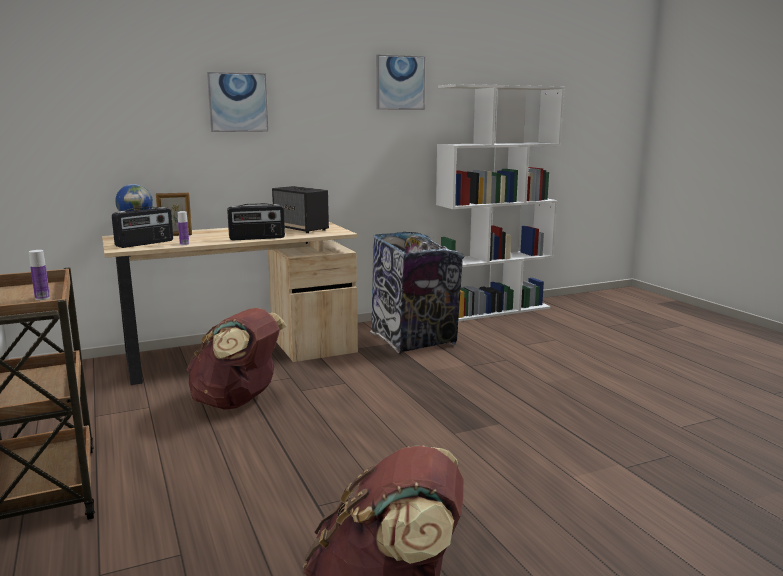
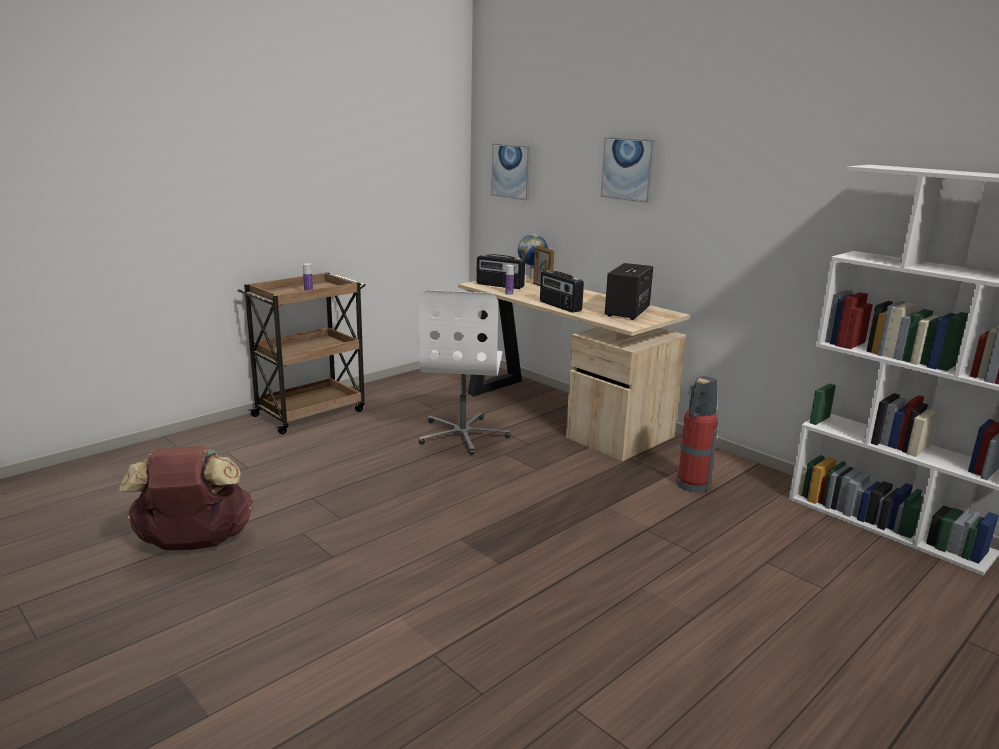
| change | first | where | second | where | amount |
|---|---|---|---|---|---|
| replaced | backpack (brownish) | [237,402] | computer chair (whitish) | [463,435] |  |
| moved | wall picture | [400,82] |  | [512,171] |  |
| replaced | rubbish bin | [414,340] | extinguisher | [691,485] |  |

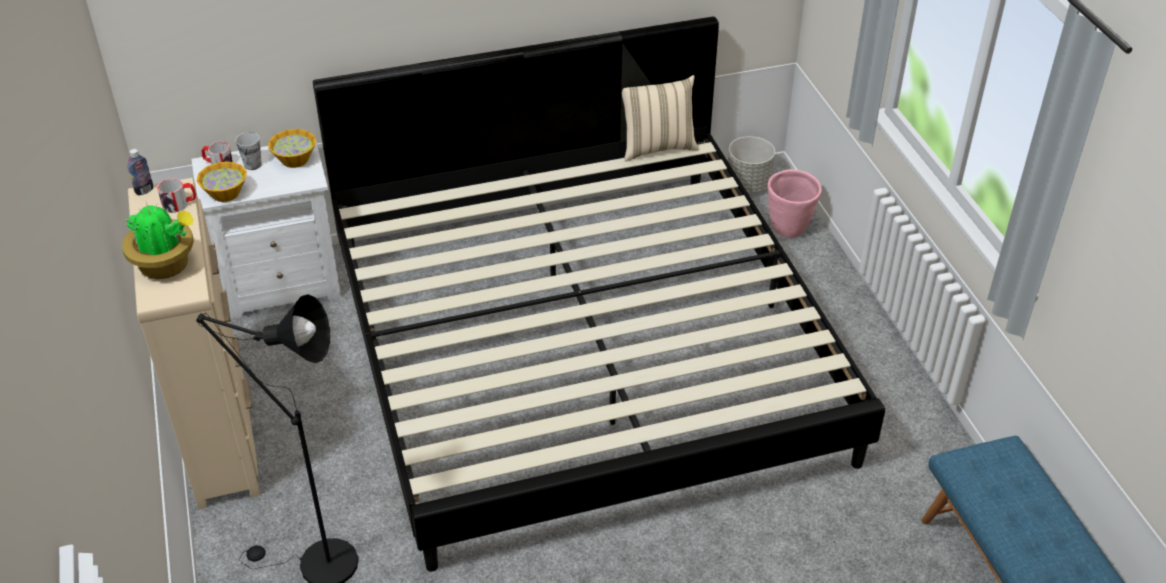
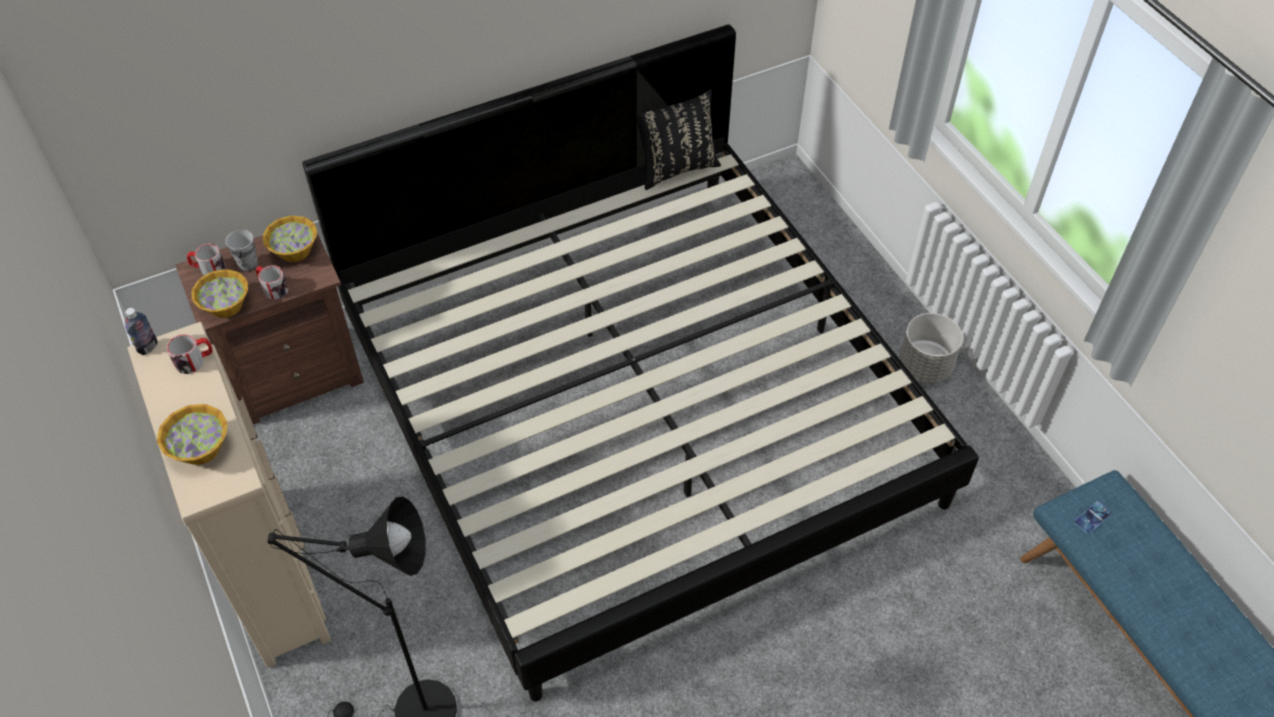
| change | first | where | second | where | amount |
|---|---|---|---|---|---|
| replaced | potted plant | [166,266] | deep dish | [201,448] |  |
| recoloured | night table (whitish) | [282,284] | night table (brownish) | [295,374] |  |
| added |  |  | coffee mug | [272,288] |  |
| recoloured | pillow (beige) | [657,147] | pillow (blackish) | [676,168] |  |
| moved | plant pot (grey) | [748,184] |  | [925,366] |  |
| added |  |  | handset | [1092,518] |  |
| removed | plant pot (pink-coloured) | [789,229] |  |  |  |

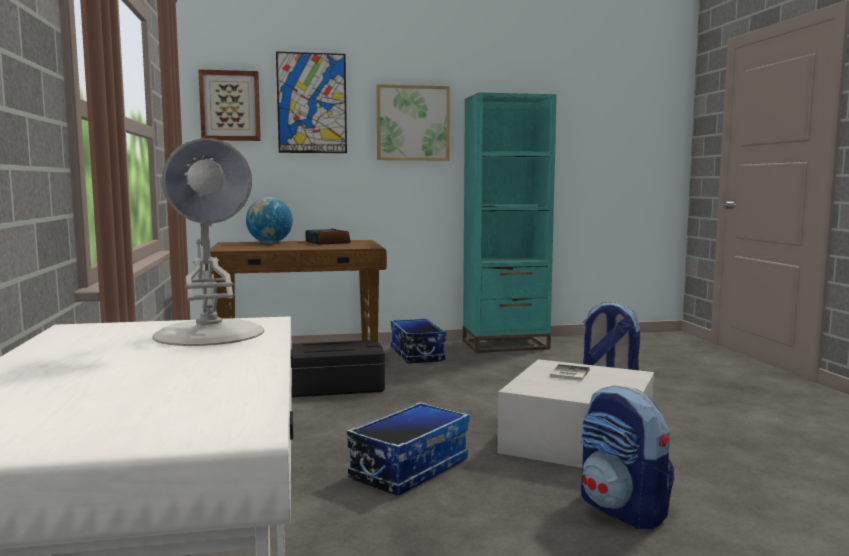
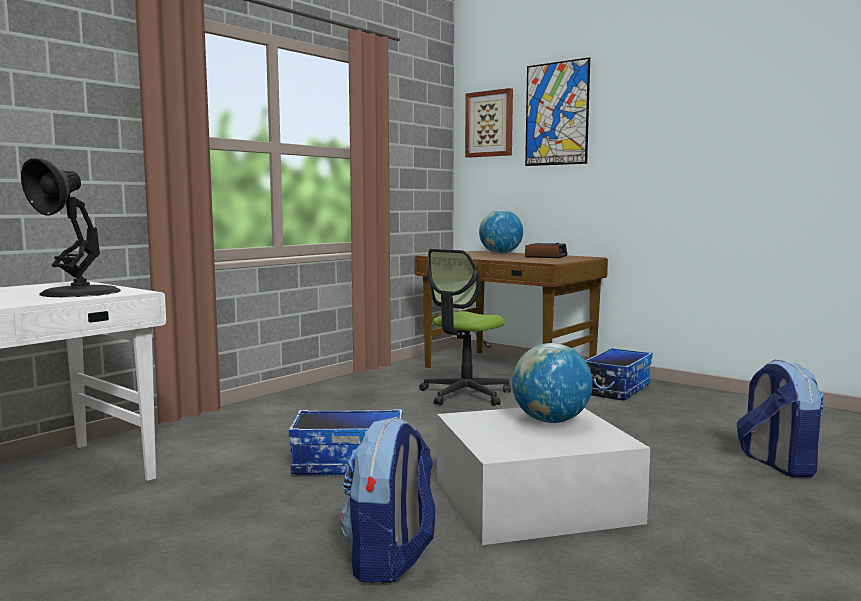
| change | first | where | second | where | amount |
|---|---|---|---|---|---|
| recoloured | lamp for a table (whitish) | [210,334] | lamp for a table (blackish) | [79,292] |  |
| replaced | storage bin (blackish) | [328,388] | computer chair | [465,395] |  |
| replaced | volume | [568,373] | globe | [550,421] |  |
| removed | wall picture | [412,123] |  |  |  |
| removed | shelving unit (turquoise-coloured) | [505,345] |  |  |  |

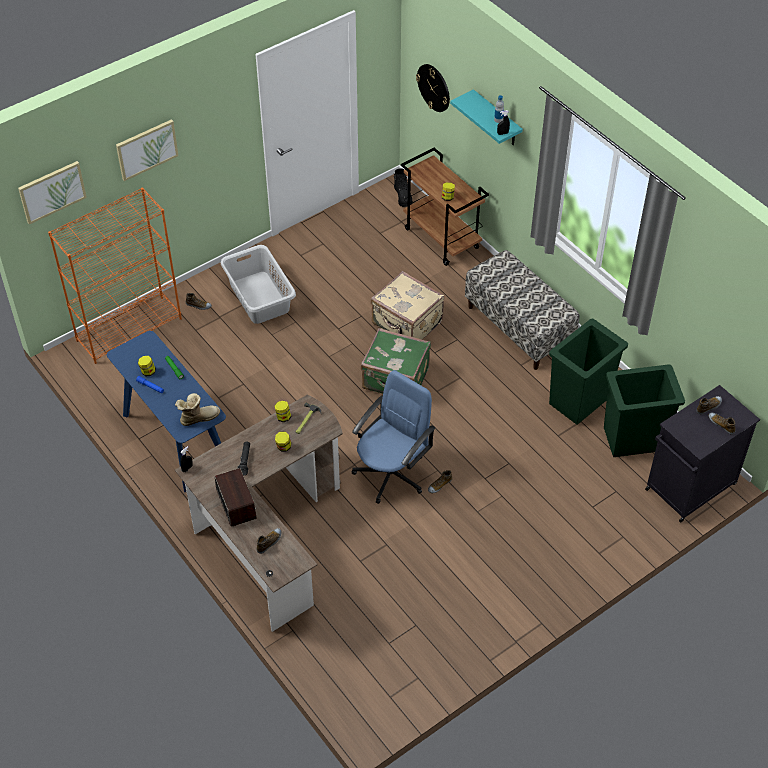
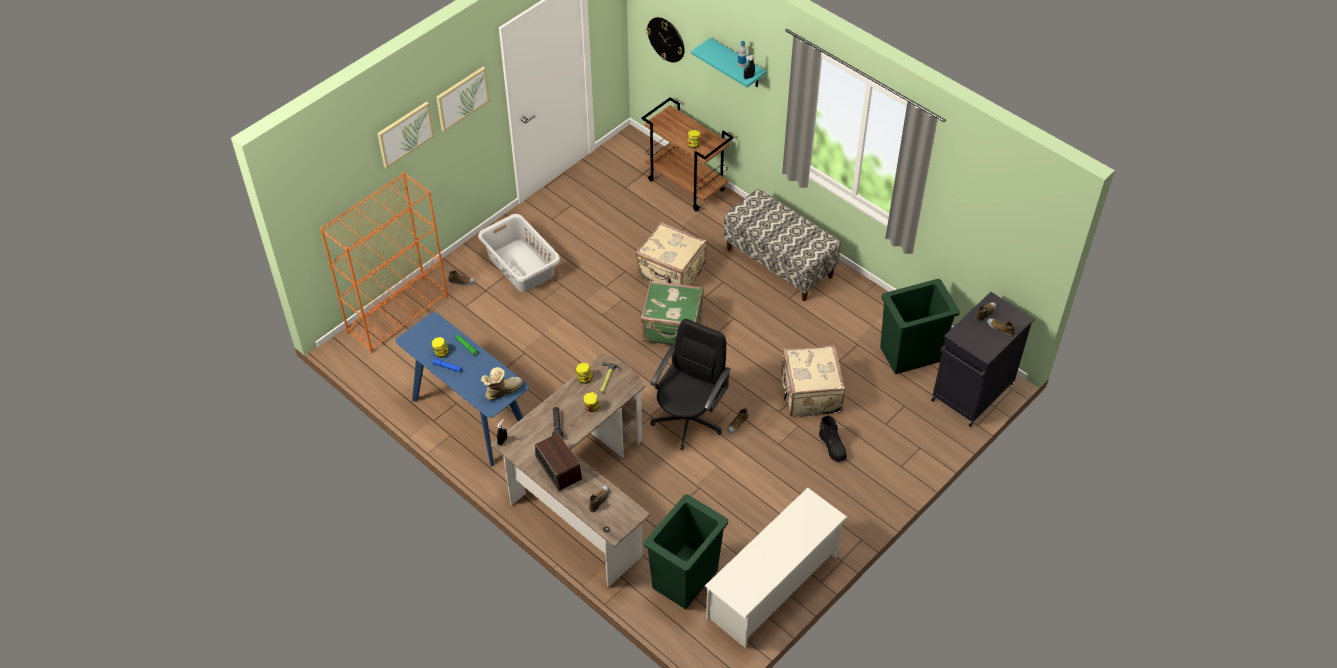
| change | first | where | second | where | amount |
|---|---|---|---|---|---|
| moved | wall picture | [52,191] |  | [462,98] |  |
| moved | rubbish bin (green) | [580,400] |  | [686,579] |  |
| recoloured | computer chair (blue-coloured) | [391,473] | computer chair (blackish) | [689,419] |  |
| added |  |  | shoe rack (whitish) | [773,586] |  |
| added |  |  | piece of luggage (beige) | [809,394] |  |
| moved | boot (blackish) | [403,197] |  | [832,447] |  |

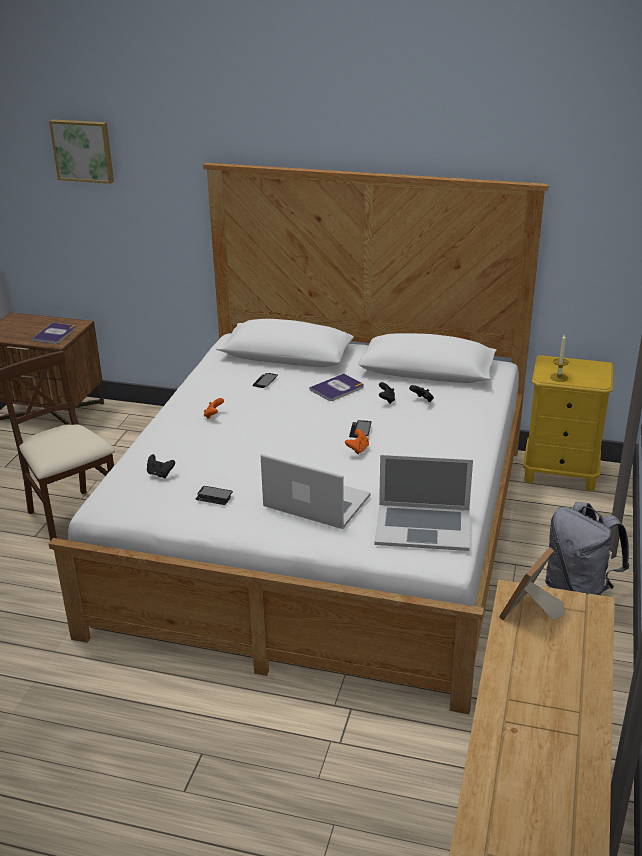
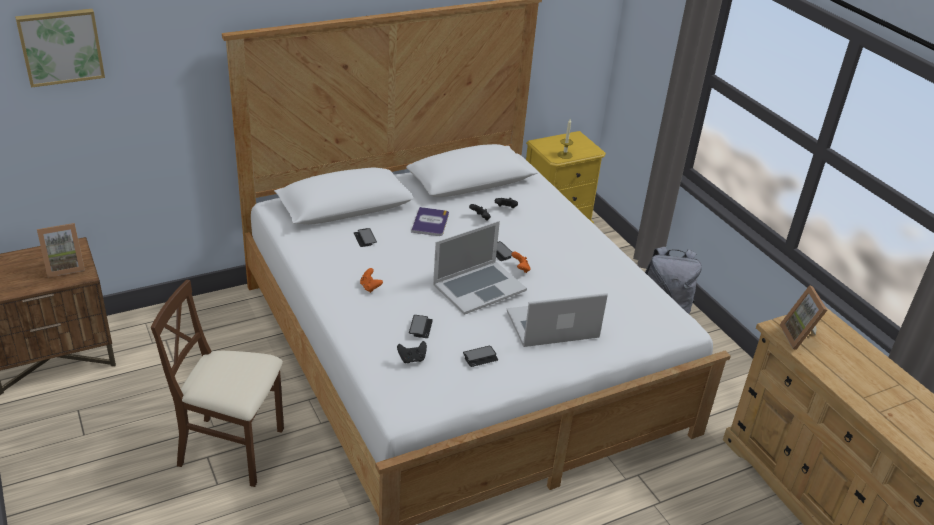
| change | first | where | second | where | amount |
|---|---|---|---|---|---|
| replaced | volume | [55,334] | picture frame | [64,266] |  |
| added |  |  | handset | [420,327] |  |
| moved | laptop | [423,527] |  | [479,287] |  |

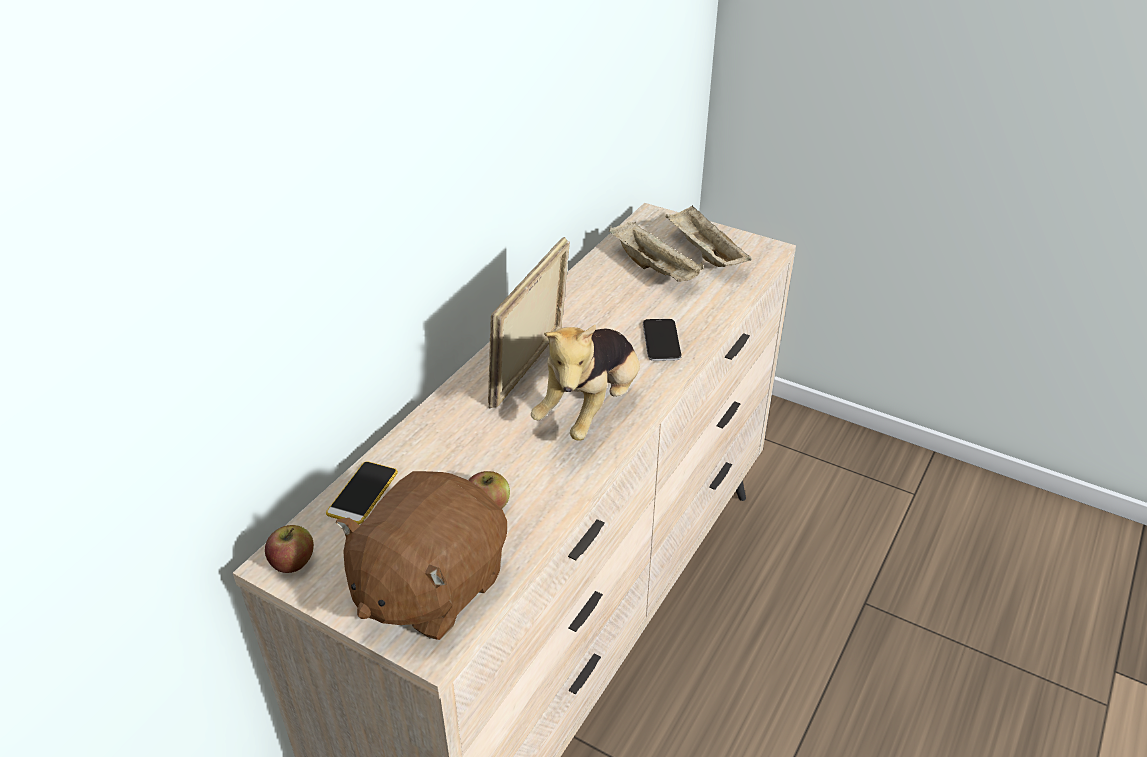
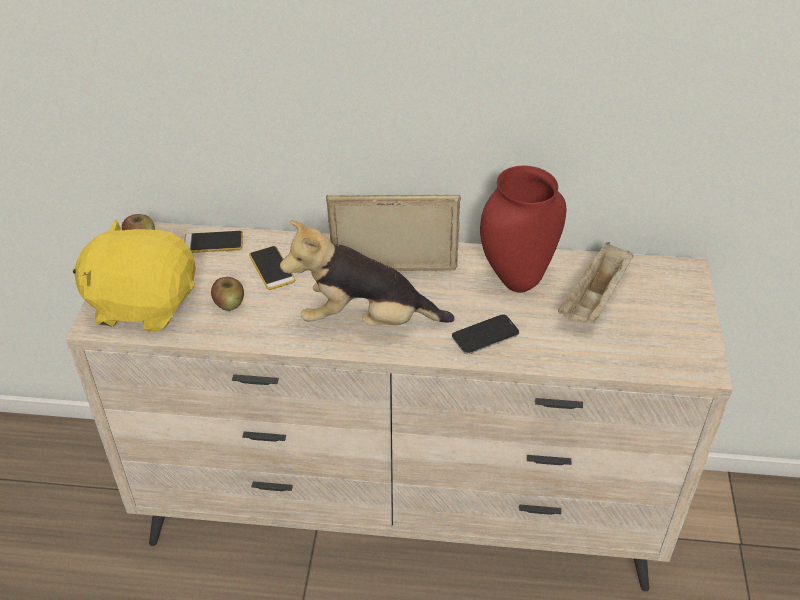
| change | first | where | second | where | amount |
|---|---|---|---|---|---|
| recoloured | plush toy (brownish) | [429,586] | plush toy (yellow-coloured) | [143,304] |  |
| added |  |  | handset | [272,268] |  |
| added |  |  | flower vase (red) | [515,280] |  |
| removed | serving tray (beige) | [704,253] |  |  |  |

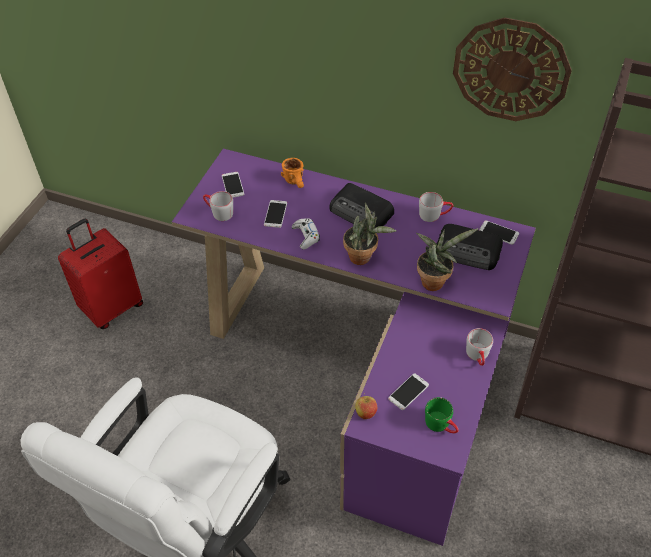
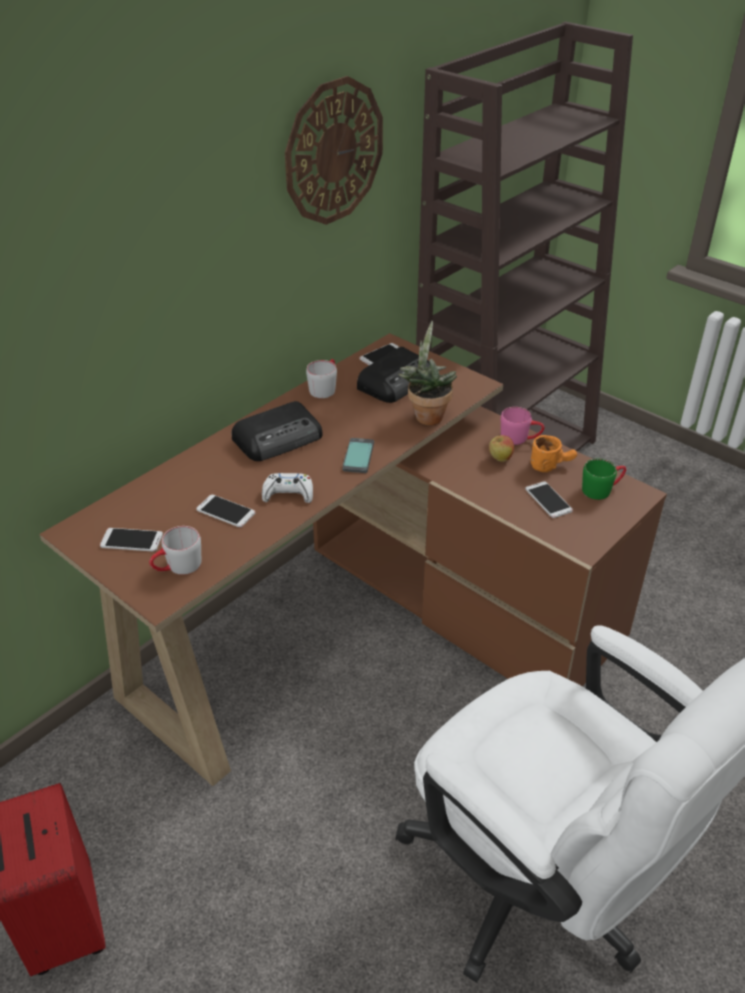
| change | first | where | second | where | amount |
|---|---|---|---|---|---|
| recoloured | desk (purple) | [367,368] | desk (brownish) | [368,626] |  |
| replaced | potted plant | [363,257] | handset | [358,456] |  |
| moved | whole apple | [365,413] |  | [500,459] |  |
| recoloured | coffee mug (grey) | [478,356] | coffee mug (pink-coloured) | [520,438] |  |
| moved | coffee mug (orange-coloured) | [296,183] |  | [551,465] |  |

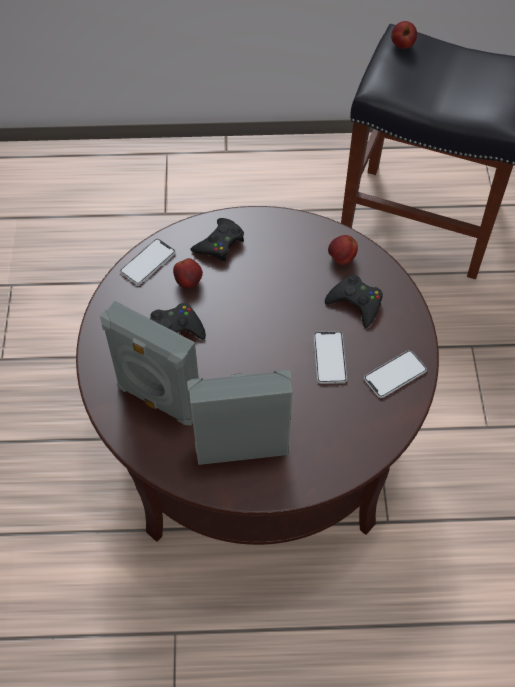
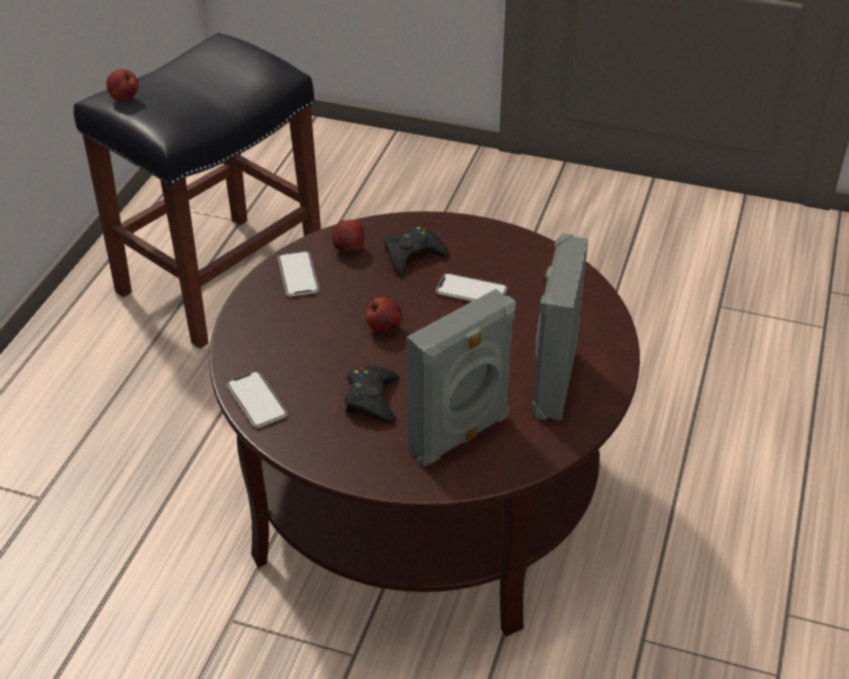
| change | first | where | second | where | amount |
|---|---|---|---|---|---|
| moved | handset | [395,374] |  | [298,275] |  |
| moved | whole apple | [189,282] |  | [384,328] |  |
| removed | joypad (blackish) | [219,243] |  |  |  |

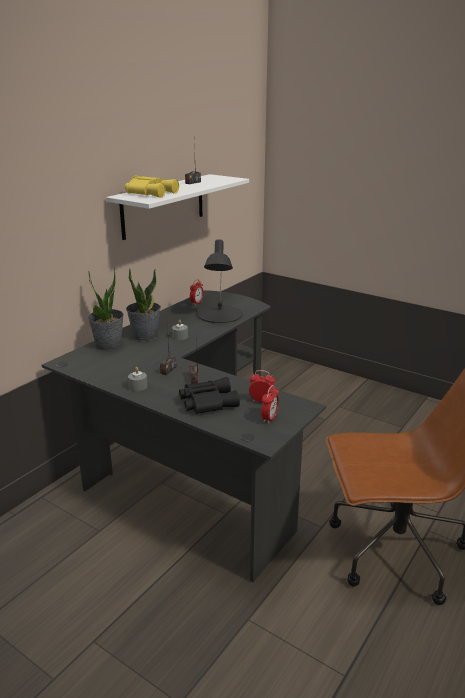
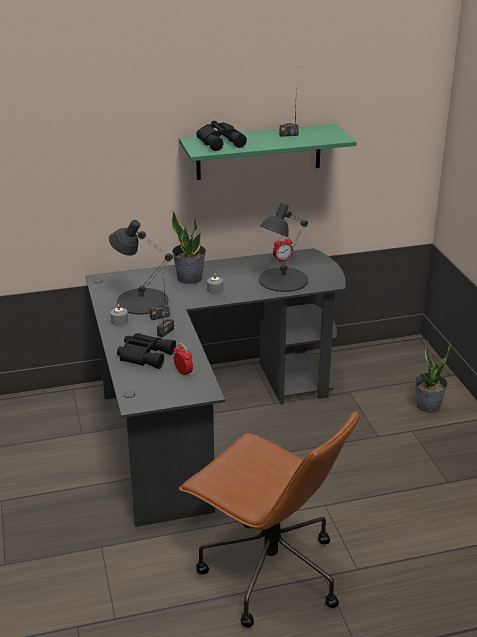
| change | first | where | second | where | amount |
|---|---|---|---|---|---|
| added |  |  | lamp for a table (blackish) | [141,301] |  |
| recoloured | bracket shelf (whitish) | [163,206] | bracket shelf (green) | [259,152] |  |
| recoloured | binoculars (yellow-coloured) | [151,193] | binoculars (blackish) | [221,142] |  |
| moved | potted plant | [108,345] |  | [428,406] |  |
| removed | bedside clock | [269,418] |  |  |  |

